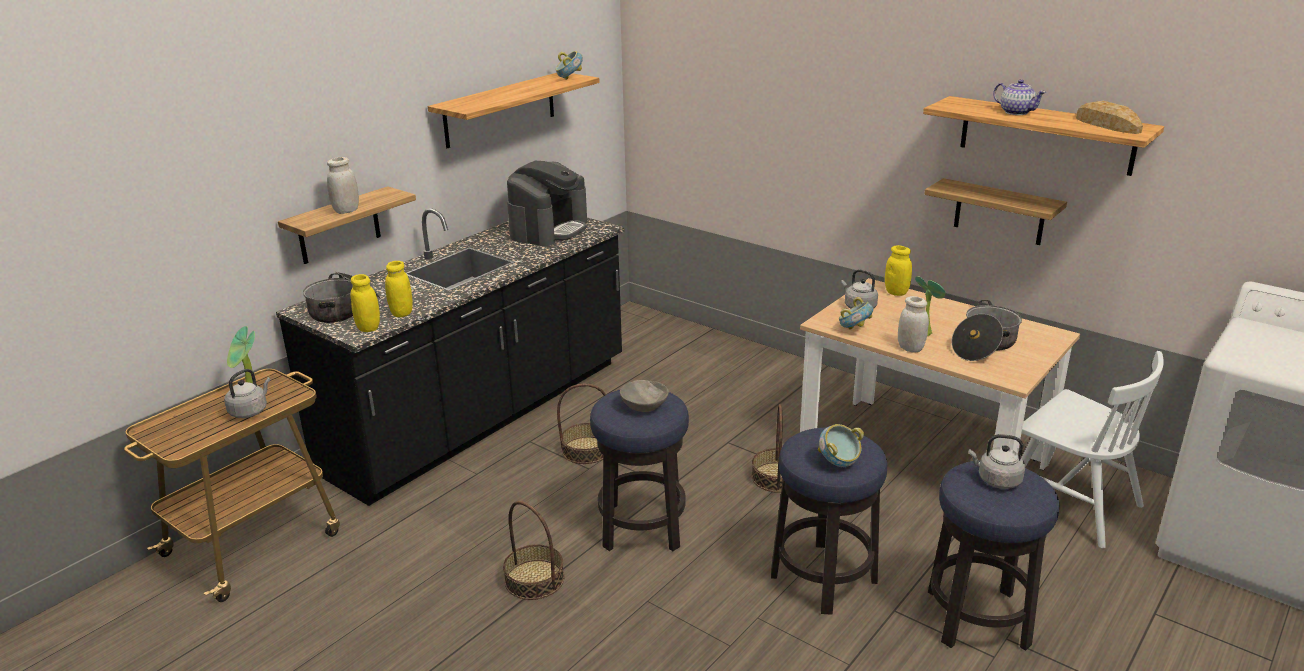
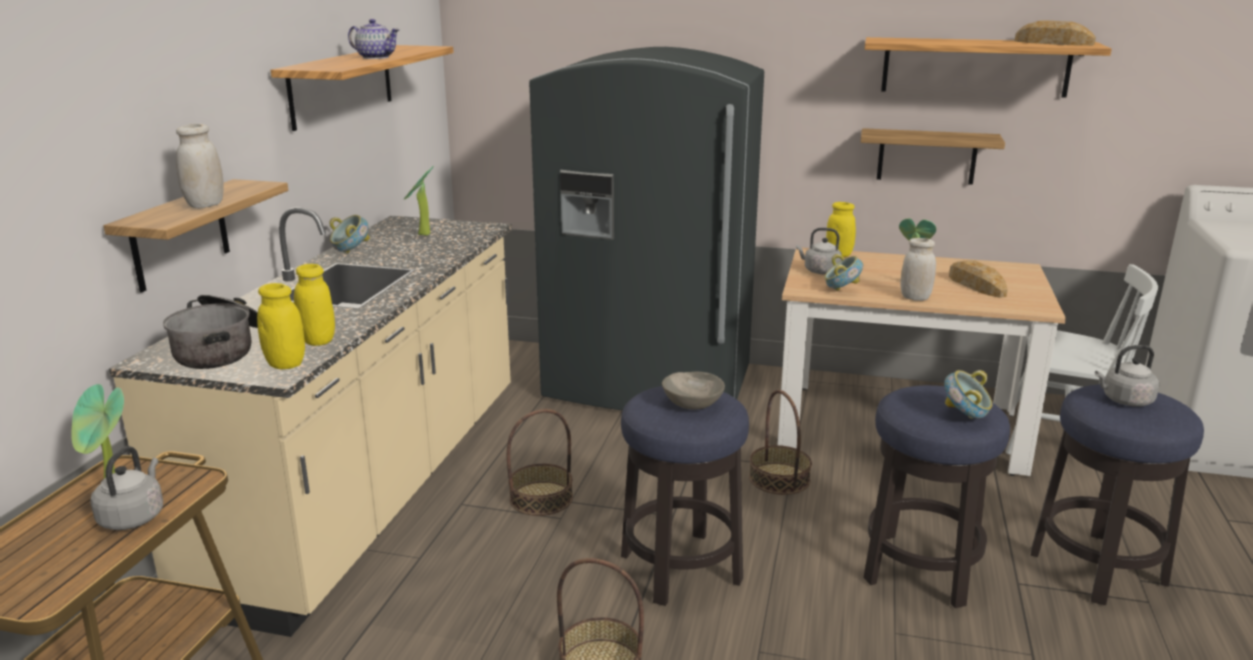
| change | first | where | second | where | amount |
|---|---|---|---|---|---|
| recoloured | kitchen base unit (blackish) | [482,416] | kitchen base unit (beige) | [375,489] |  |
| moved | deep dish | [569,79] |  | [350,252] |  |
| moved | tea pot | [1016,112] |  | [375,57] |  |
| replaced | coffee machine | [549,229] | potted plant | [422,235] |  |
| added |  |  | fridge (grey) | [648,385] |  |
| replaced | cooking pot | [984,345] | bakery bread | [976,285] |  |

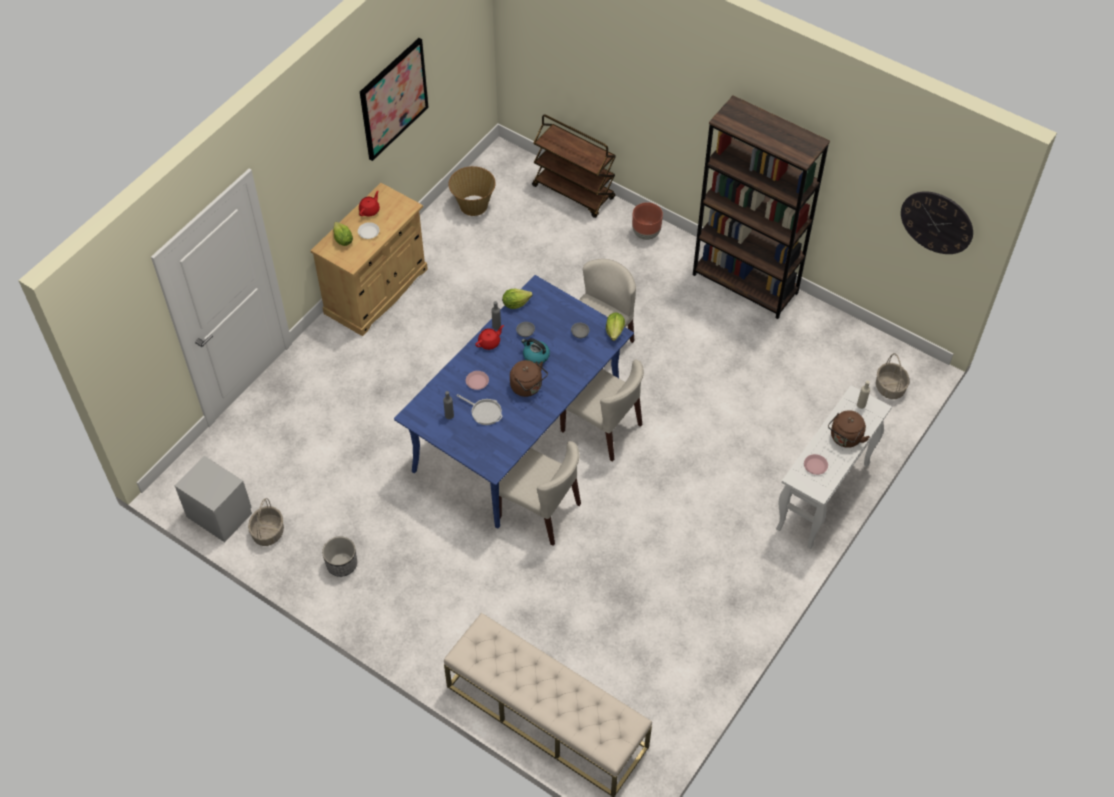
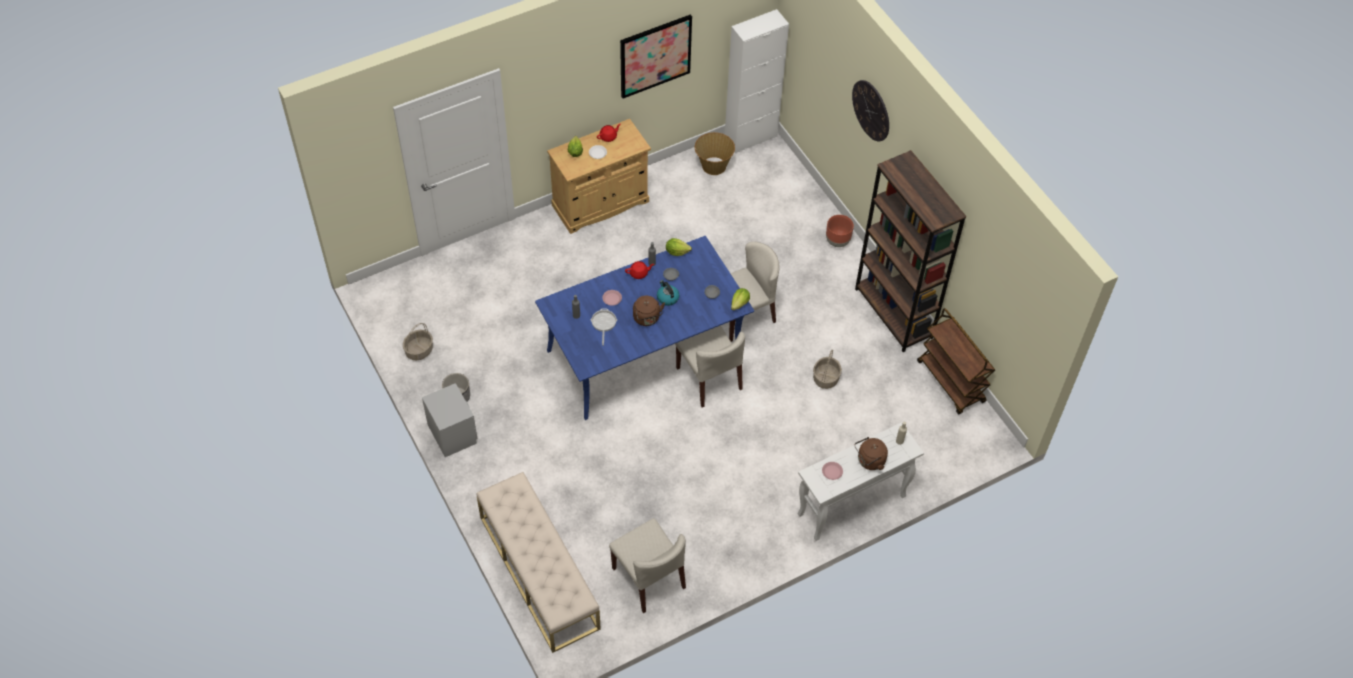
| change | first | where | second | where | amount |
|---|---|---|---|---|---|
| moved | night table (grey) | [219,515] |  | [452,434] |  |
| turned | pan | [484,412] |  | [603,324] | 150 degrees counterclockwise |
| moved | plain chair (beige) | [539,510] |  | [649,578] |  |
| added |  |  | storage cabinet (whitish) | [750,138] |  |
| moved | household basket | [889,387] |  | [825,378] |  |
| moved | hanging clock | [937,222] |  | [871,110] |  |
| moved | wheeled cart (brownish) | [574,192] |  | [951,382] |  |

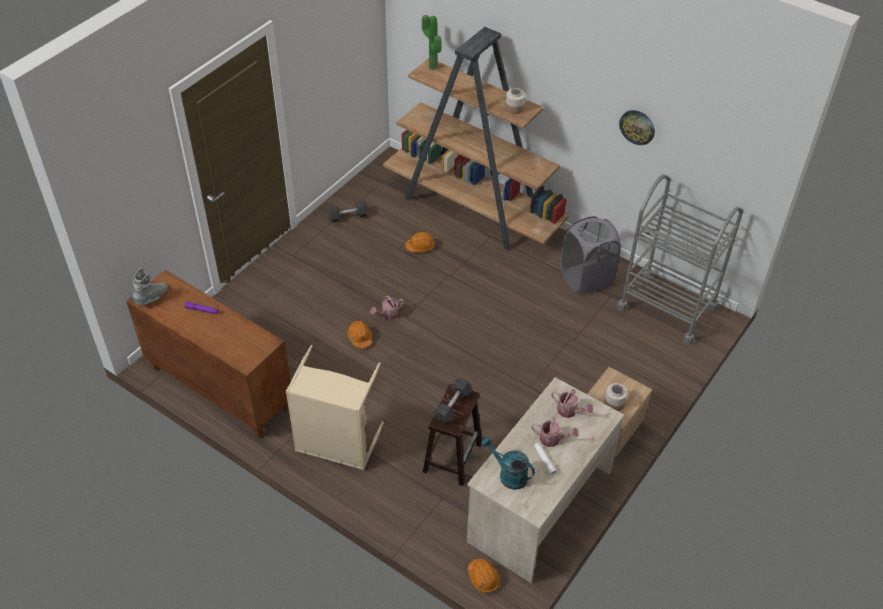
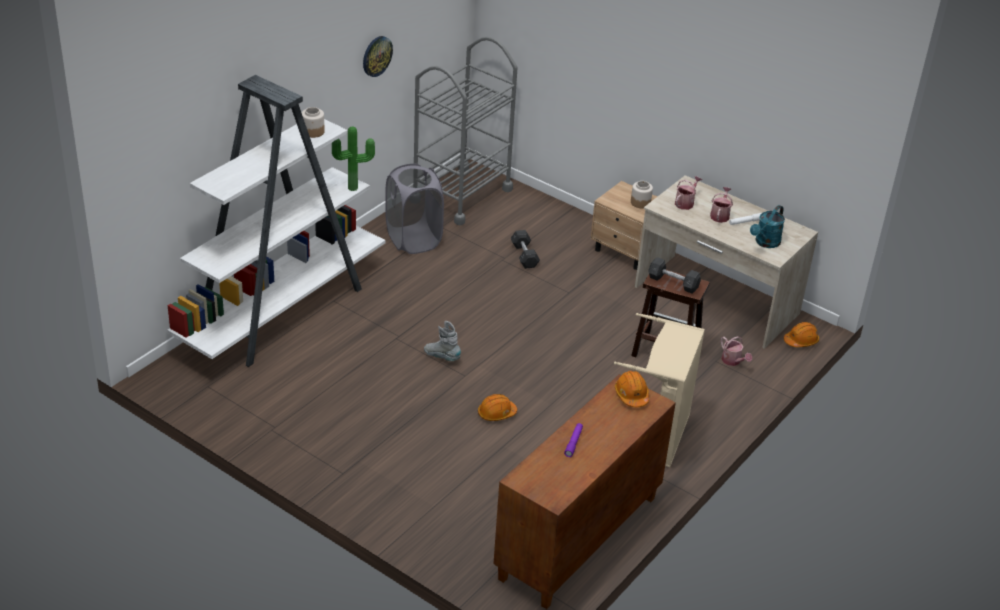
| change | first | where | second | where | amount |
|---|---|---|---|---|---|
| recoloured | shelving unit (brownish) | [473,209] | shelving unit (whitish) | [282,310] |  |
| moved | potted plant | [431,68] |  | [353,189] |  |
| moved | boot (grey) | [152,298] |  | [442,357] |  |
| moved | hand weight (grey) | [348,216] |  | [524,256] |  |
| moved | safety helmet (orange-coloured) | [420,246] |  | [631,395] |  |
| moved | watering can | [388,315] |  | [733,361] |  |

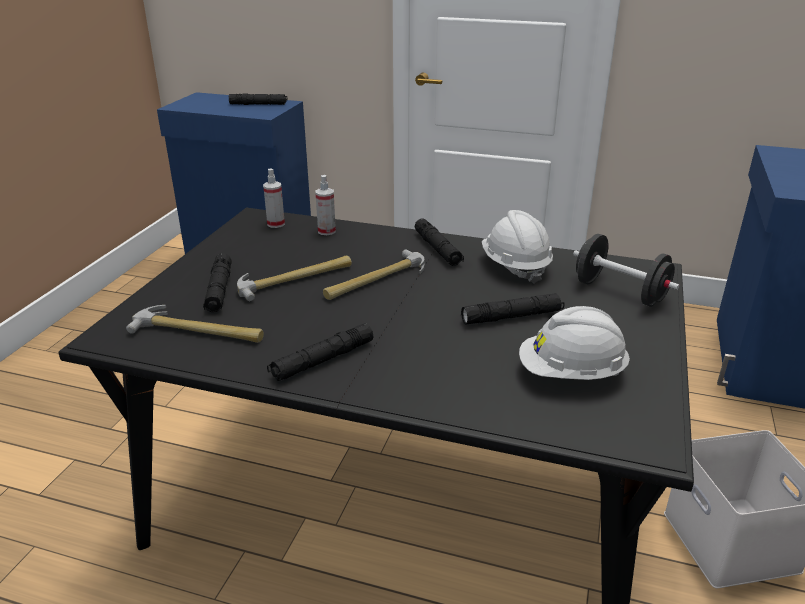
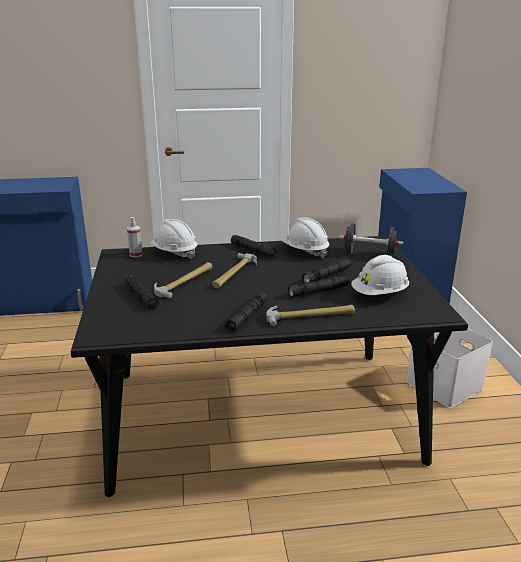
| change | first | where | second | where | amount |
|---|---|---|---|---|---|
| replaced | spray bottle | [326,231] | safety helmet (whitish) | [174,253] |  |
| moved | hand hammer | [198,332] |  | [310,316] |  |
| moved | flashlight (blackish) | [258,104] |  | [319,291] |  |

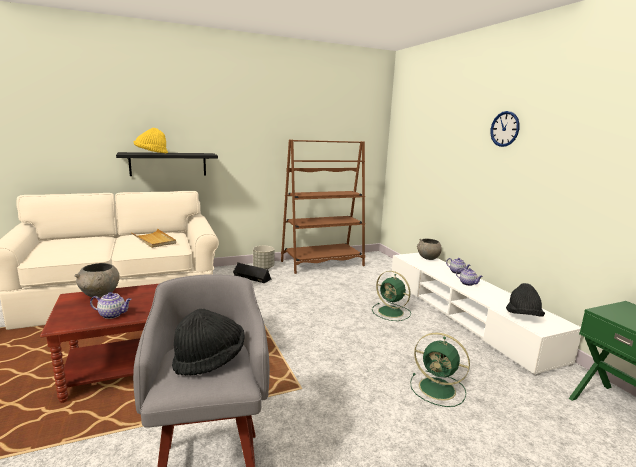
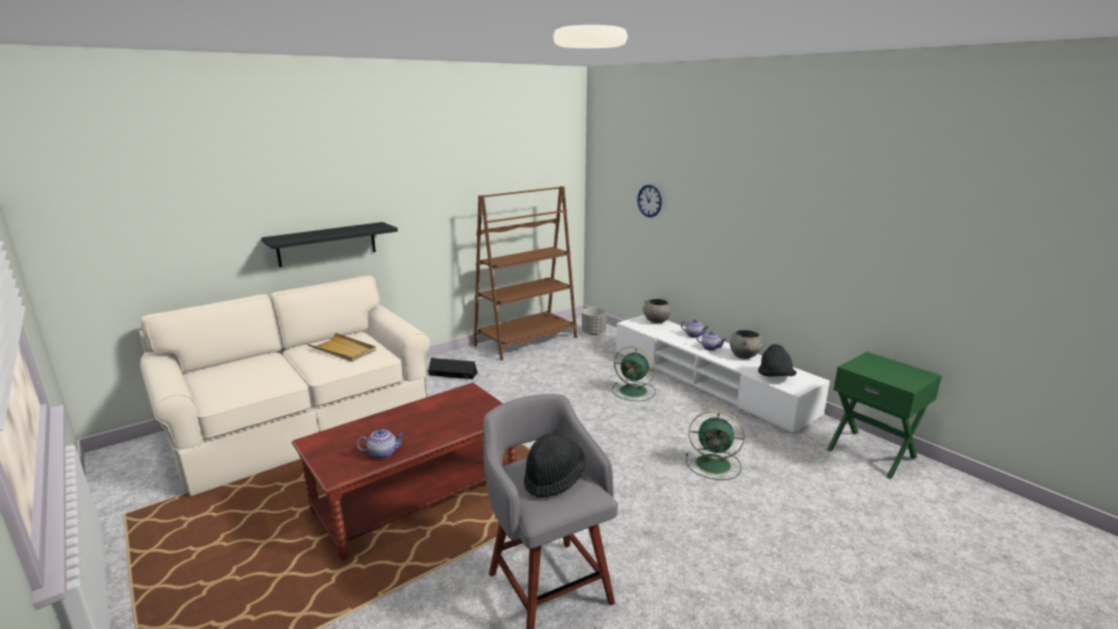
| change | first | where | second | where | amount |
|---|---|---|---|---|---|
| moved | plant pot (grey) | [263,267] |  | [593,333] |  |
| moved | hanging clock | [504,129] |  | [649,201] |  |
| moved | deep dish (grey) | [100,294] |  | [744,356] |  |
| removed | wearable hat (yellow-coloured) | [151,153] |  |  |  |

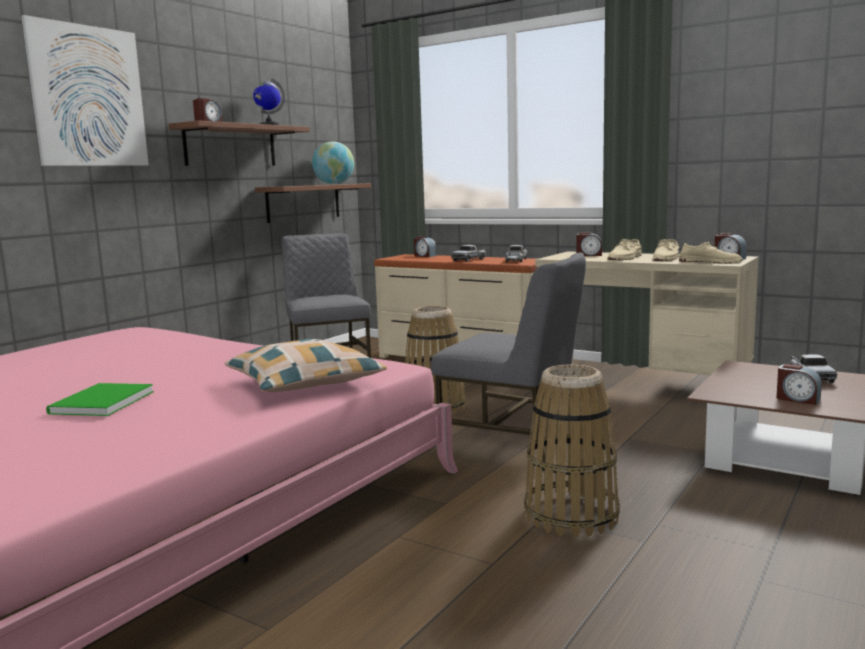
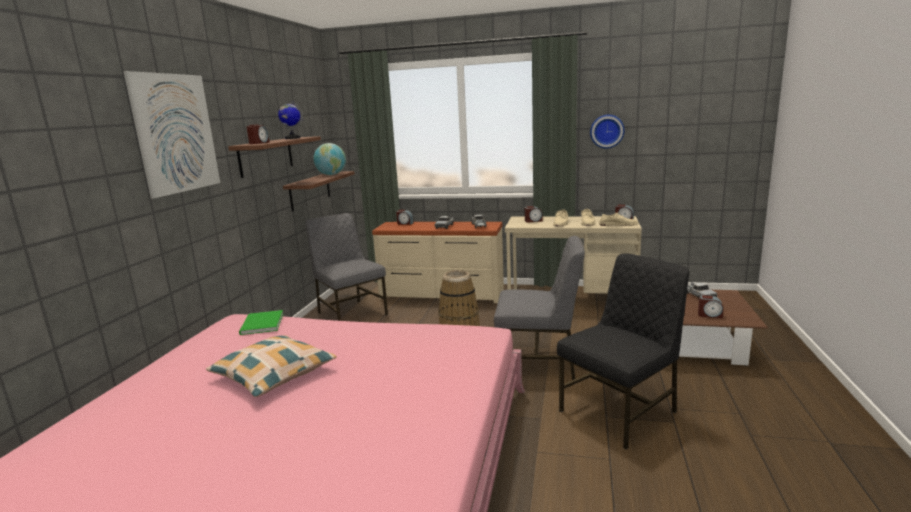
| change | first | where | second | where | amount |
|---|---|---|---|---|---|
| moved | pillow | [304,383] |  | [274,374] |  |
| moved | volume (green) | [99,403] |  | [260,324] |  |
| replaced | household basket | [571,515] | plain chair (blackish) | [620,411] |  |
| added |  |  | hanging clock | [607,131] |  |

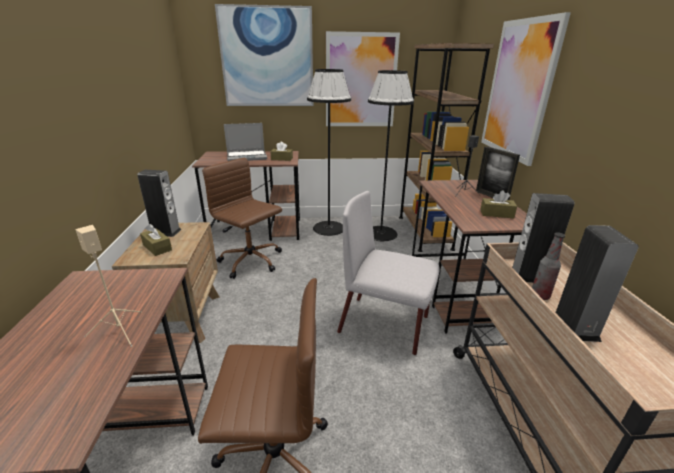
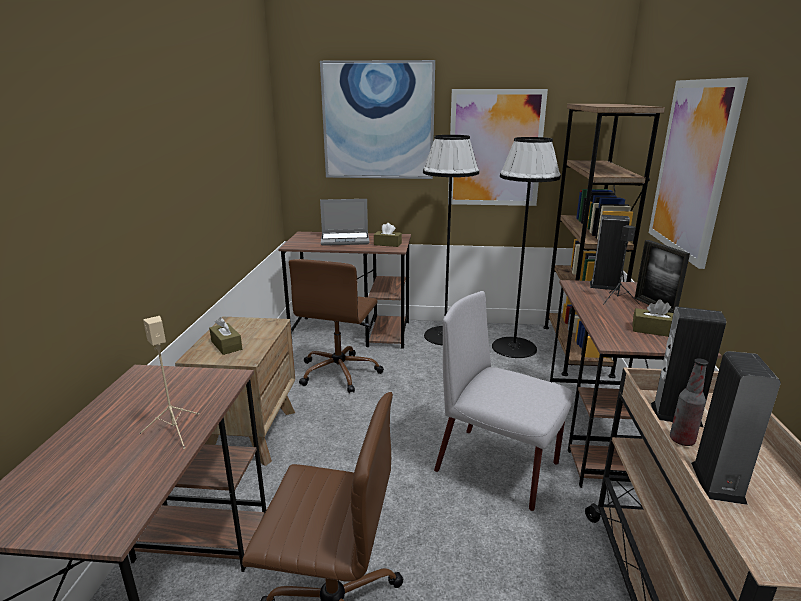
| change | first | where | second | where | amount |
|---|---|---|---|---|---|
| turned | computer chair (brownish) | [251,261] |  | [340,372] | 120 degrees counterclockwise |
| moved | audio speaker | [165,232] |  | [604,286] |  |

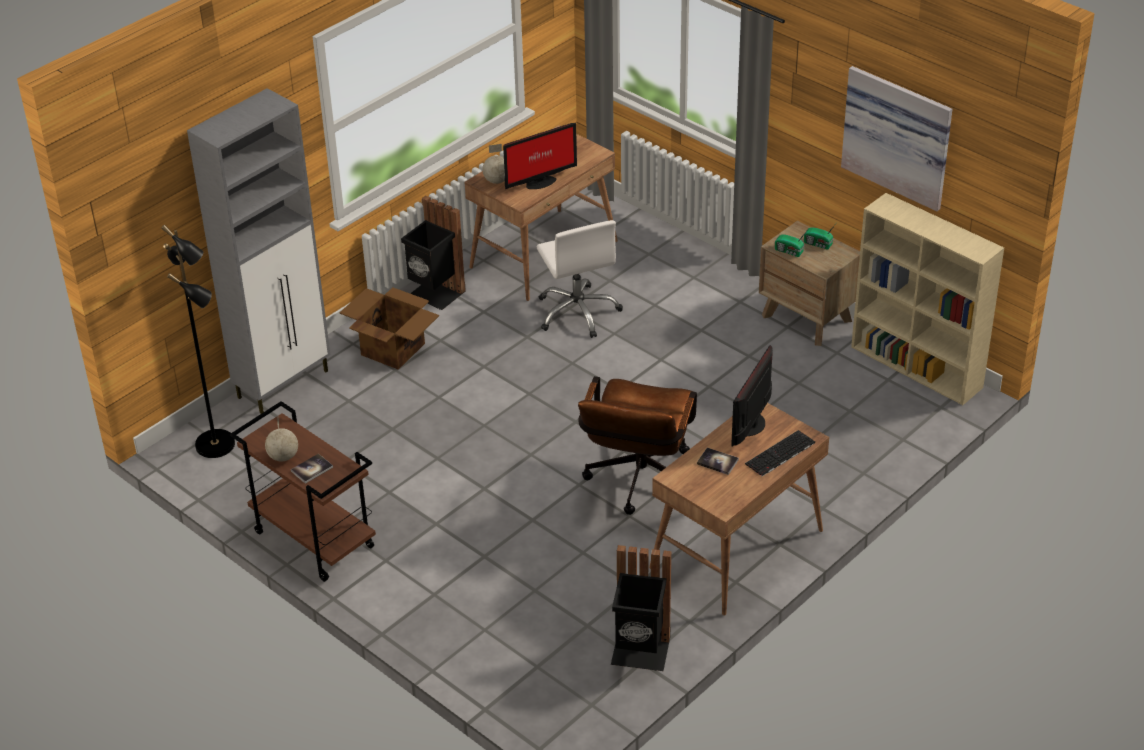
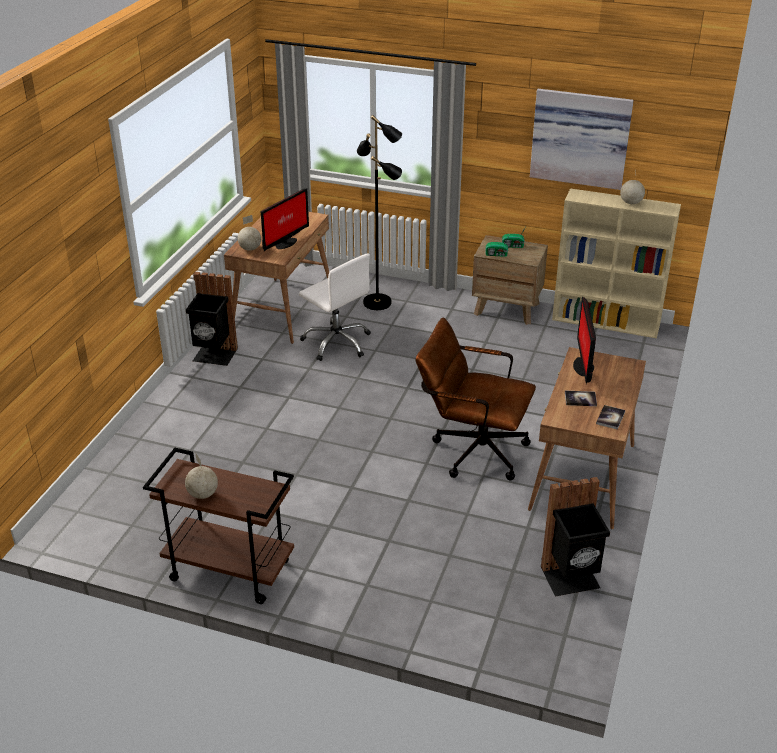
| change | first | where | second | where | amount |
|---|---|---|---|---|---|
| moved | standing lamp (blackish) | [216,444] |  | [378,302] |  |
| turned | computer chair (brownish) | [638,483] |  | [472,450] | 120 degrees clockwise |
| moved | volume | [312,469] |  | [610,418] |  |
| added |  |  | globe | [630,203] |  |
| removed | storage cabinet (grey) | [284,383] |  |  |  |
| removed | packing box | [392,348] |  |  |  |
| removed | computer keyboard | [780,454] |  |  |  |

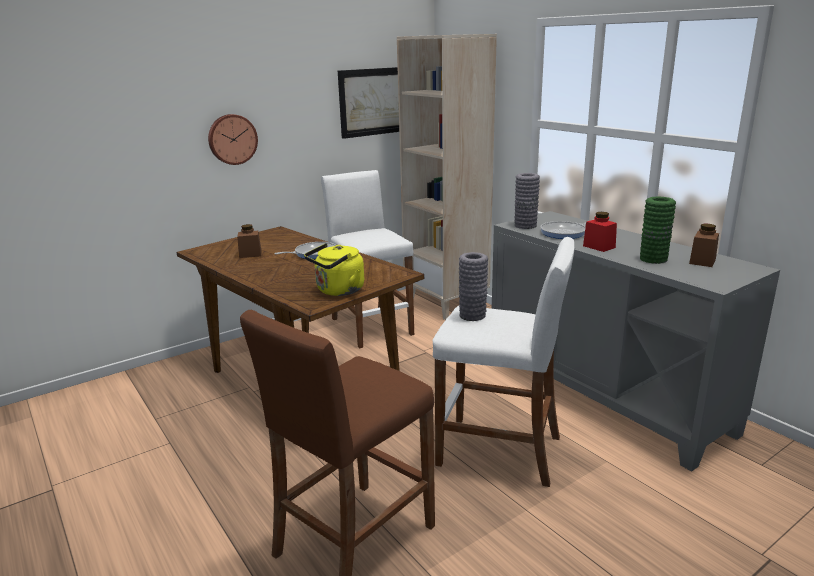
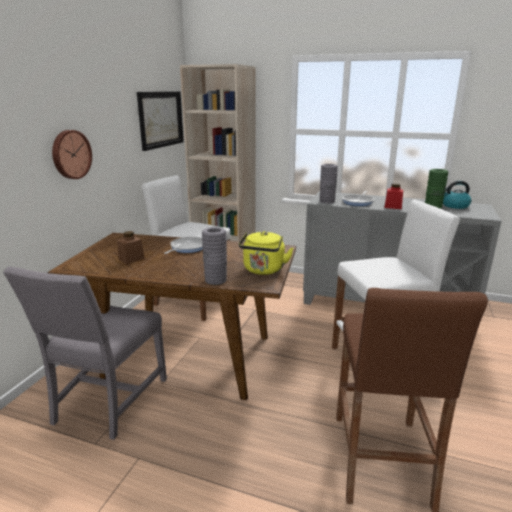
| change | first | where | second | where | amount |
|---|---|---|---|---|---|
| added |  |  | plain chair (grey) | [107,401] |  |
| moved | flower vase (grey) | [472,315] |  | [215,280] |  |
| replaced | preserve jar (brownish) | [702,261] | kettle | [454,206] |  |

